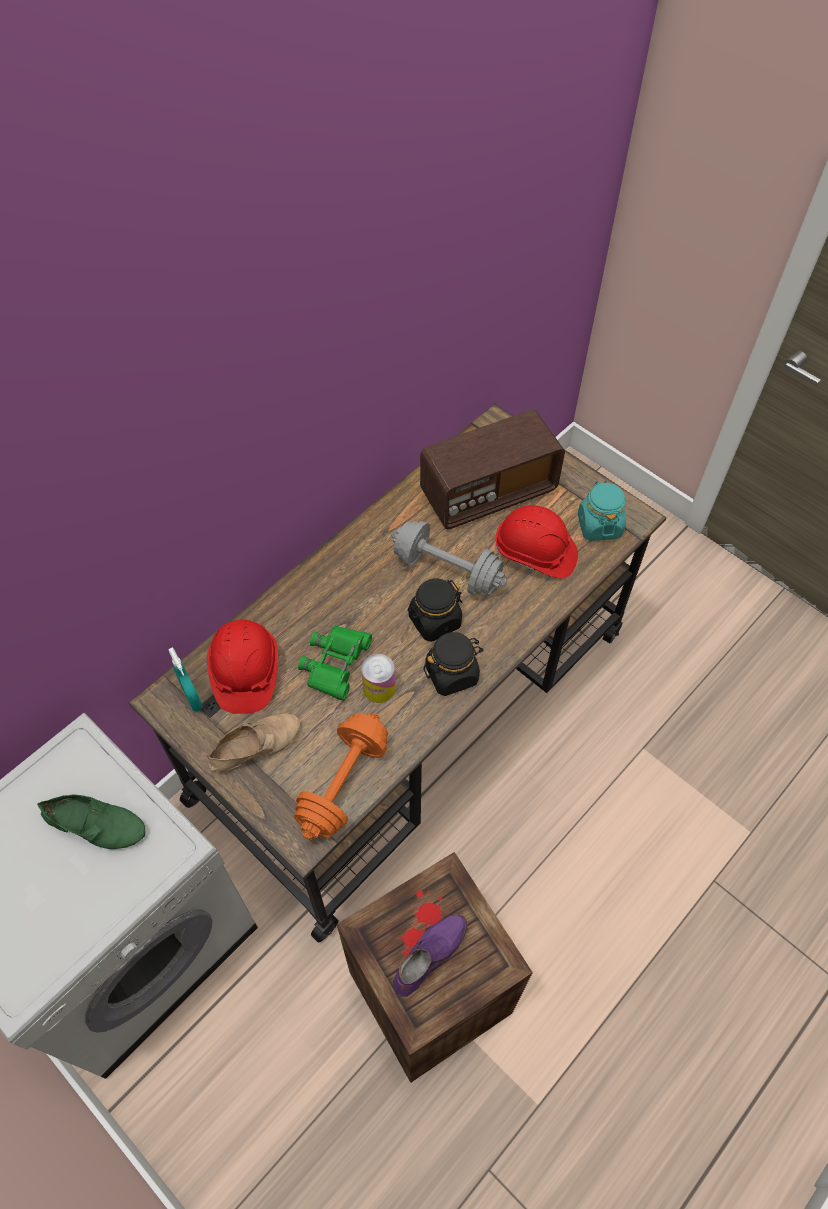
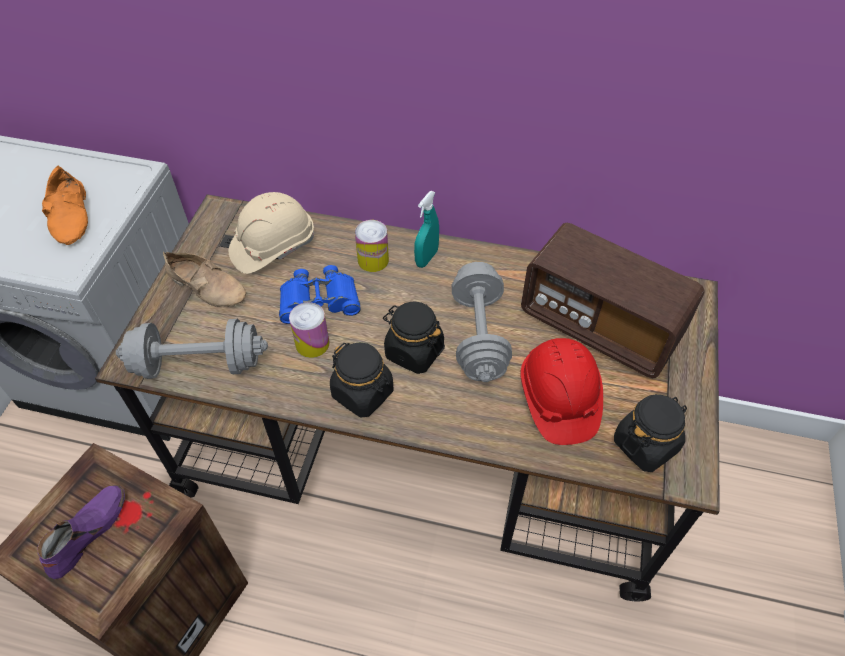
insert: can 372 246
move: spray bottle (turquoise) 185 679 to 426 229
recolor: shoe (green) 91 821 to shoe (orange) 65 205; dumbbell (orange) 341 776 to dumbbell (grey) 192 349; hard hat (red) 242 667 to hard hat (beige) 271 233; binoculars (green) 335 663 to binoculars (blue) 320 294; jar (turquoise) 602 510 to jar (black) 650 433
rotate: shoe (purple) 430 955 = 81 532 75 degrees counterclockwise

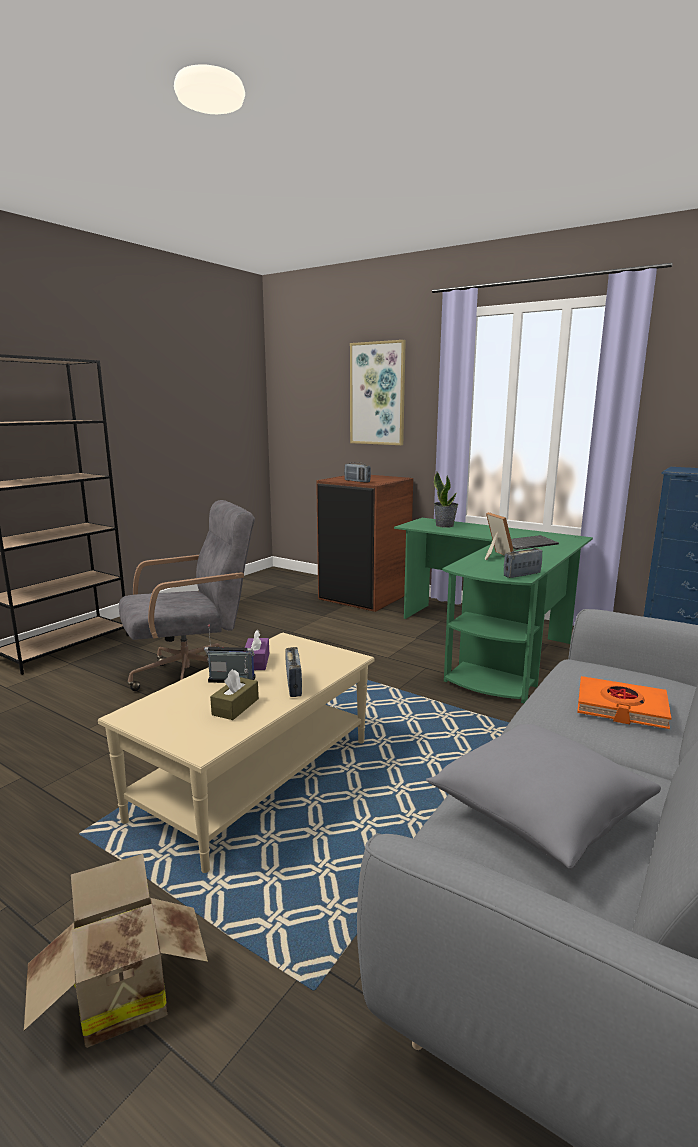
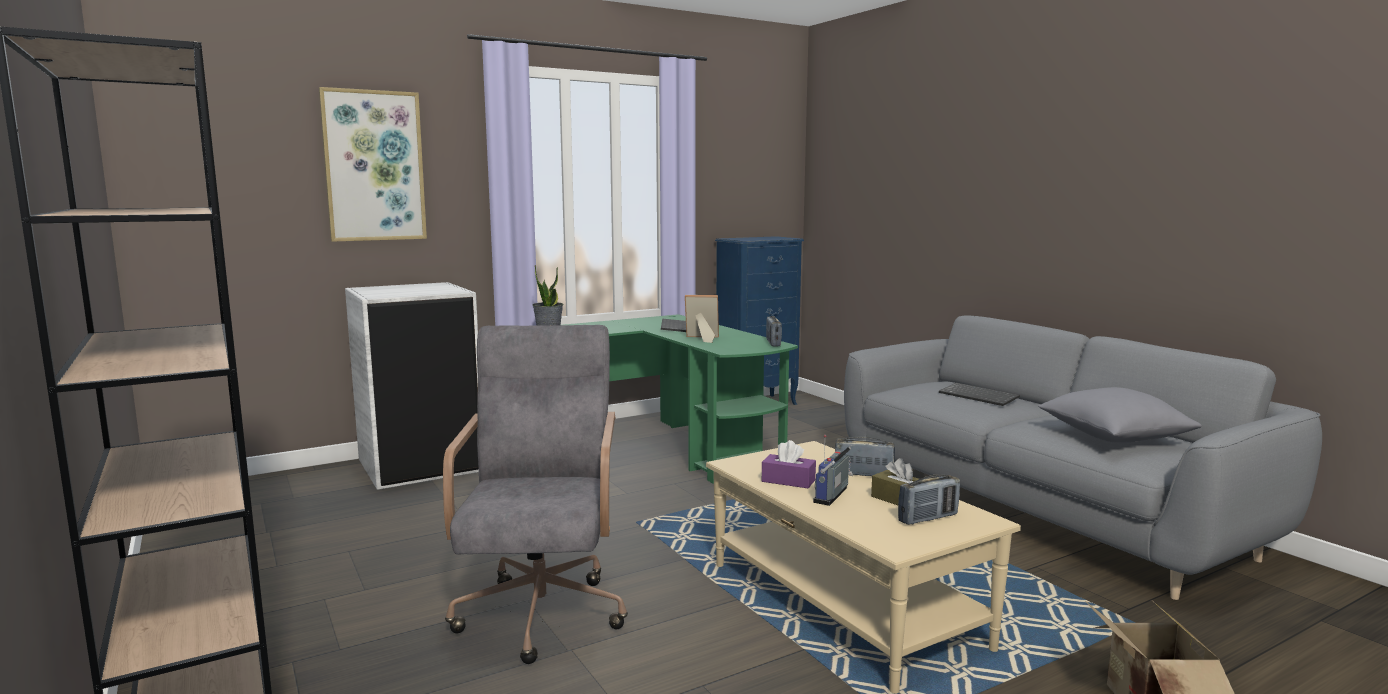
move: radio 357 472 to 929 500
replace: book (orange) 624 702 to keyboard 979 394
recolor: cabinet (brown) 364 543 to cabinet (white) 412 386

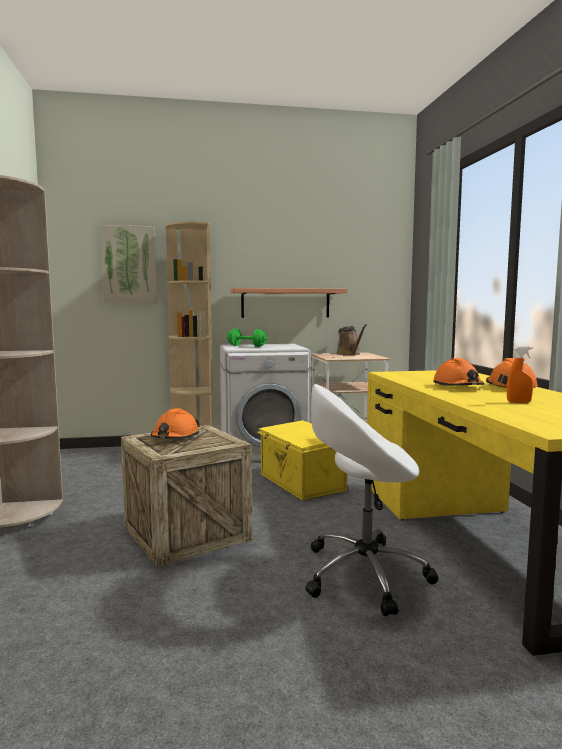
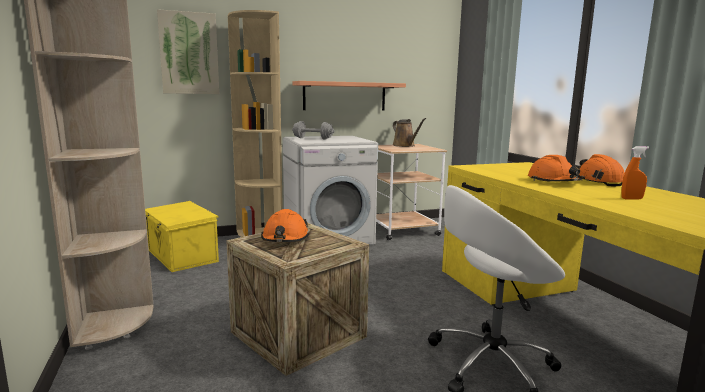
move: storage box (yellow) 302 460 to 182 236
recolor: dumbbell (green) 247 337 to dumbbell (grey) 313 130

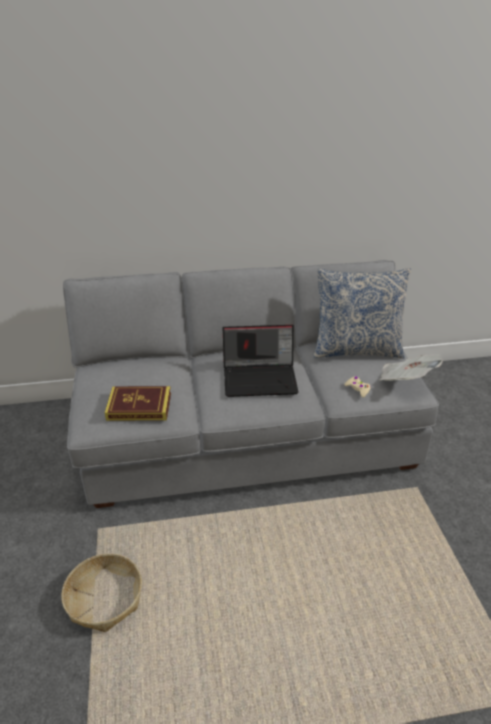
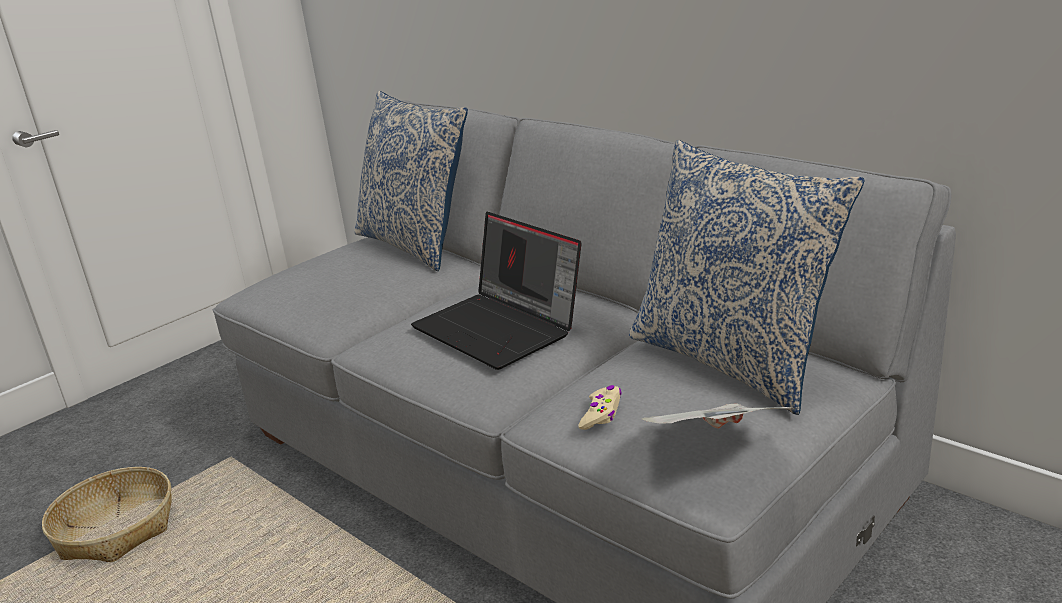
delete: book 138 403
insert: pillow 411 181

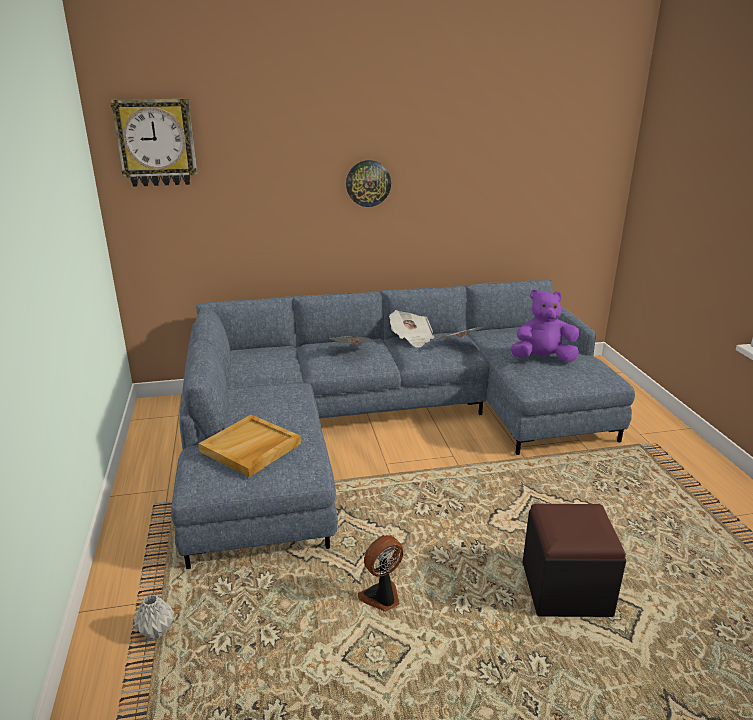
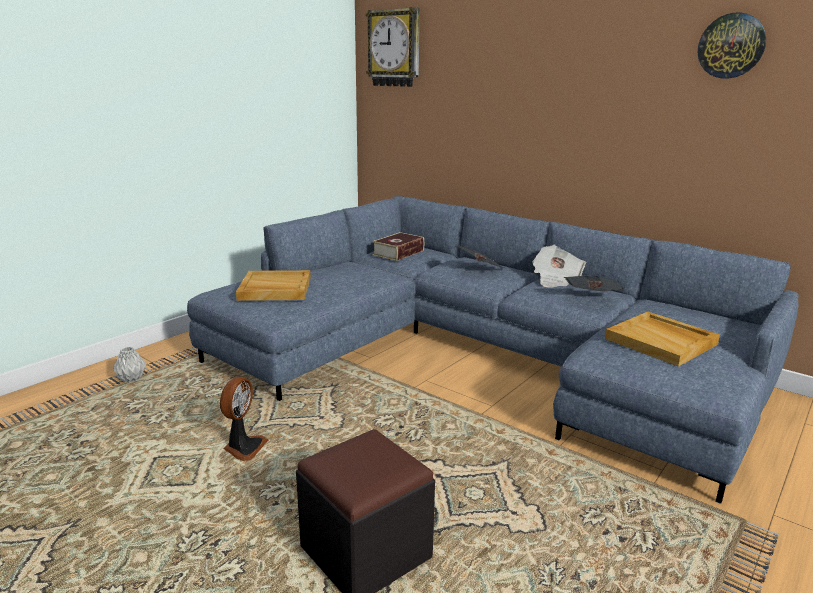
insert: book 398 246
move: wall clock 368 183 to 732 45
replace: plush toy (purple) 544 326 to tray (beige) 662 339
rotate: fan 380 573 = 244 419 90 degrees clockwise

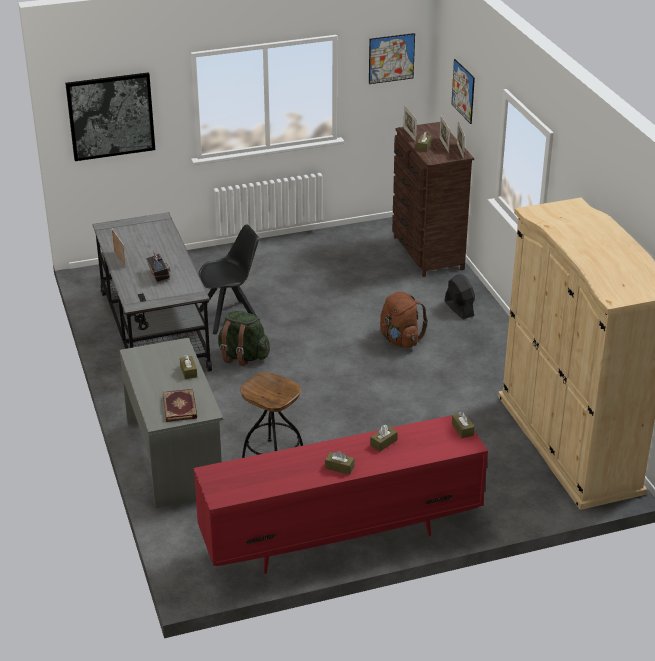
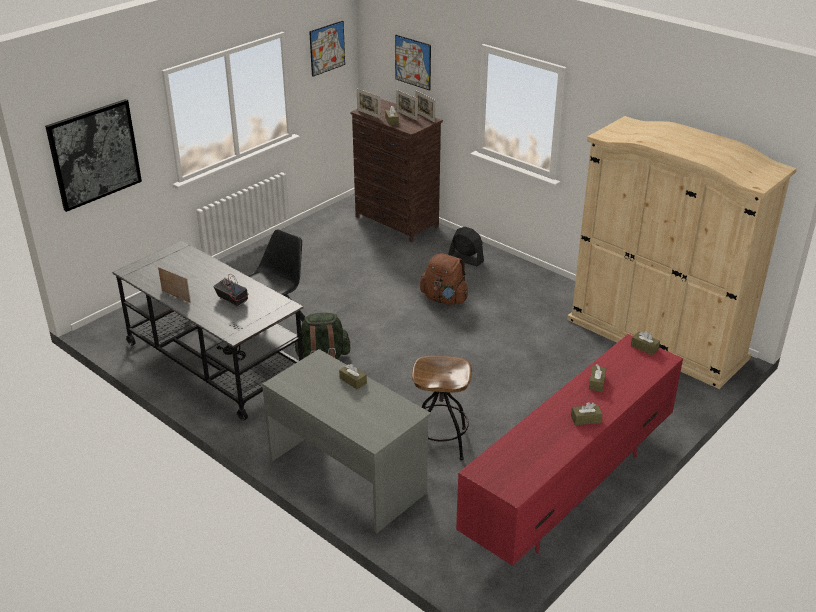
delete: book 179 405

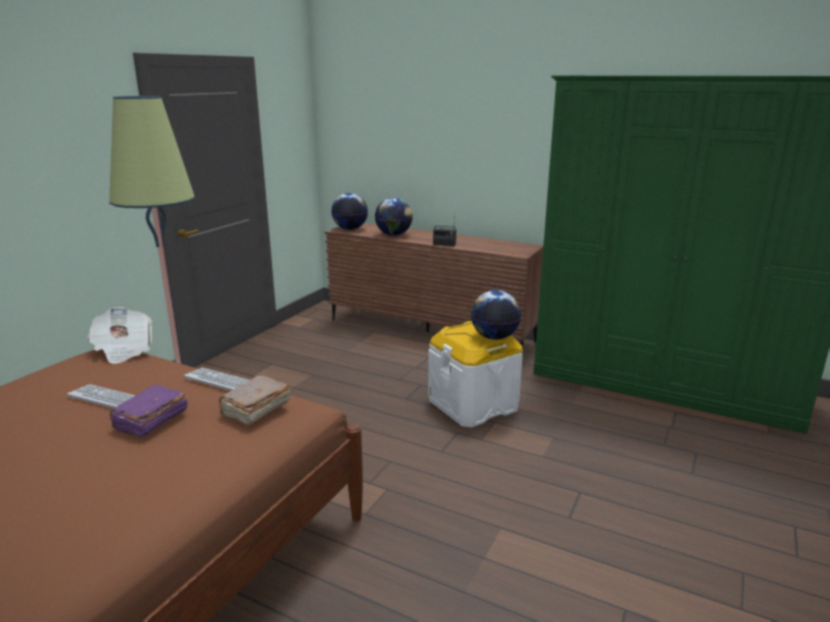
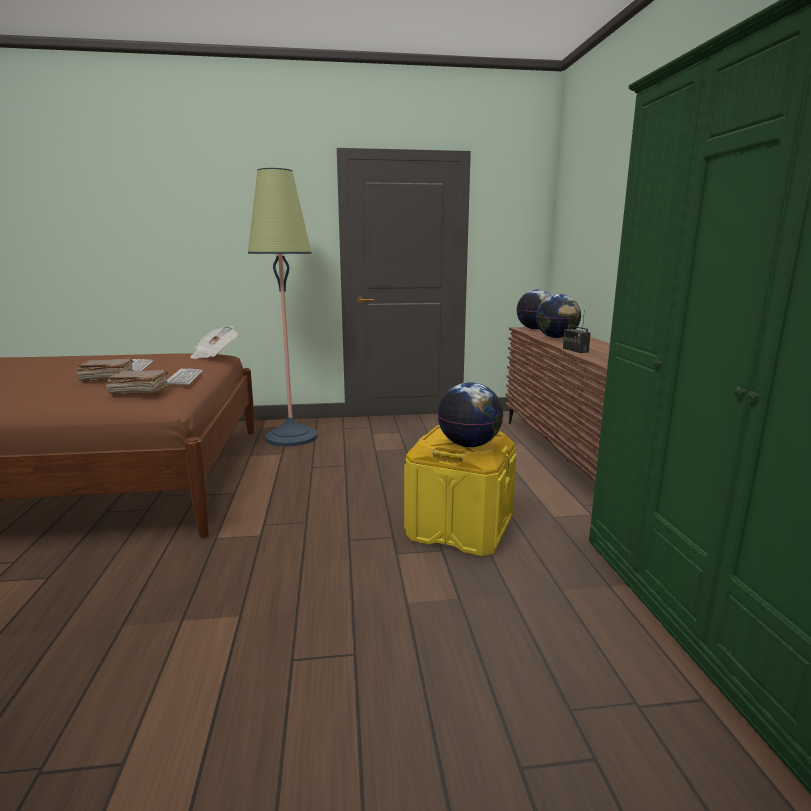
recolor: book (purple) 149 412 to book (brown) 105 370; storage box (white) 475 374 to storage box (yellow) 460 490

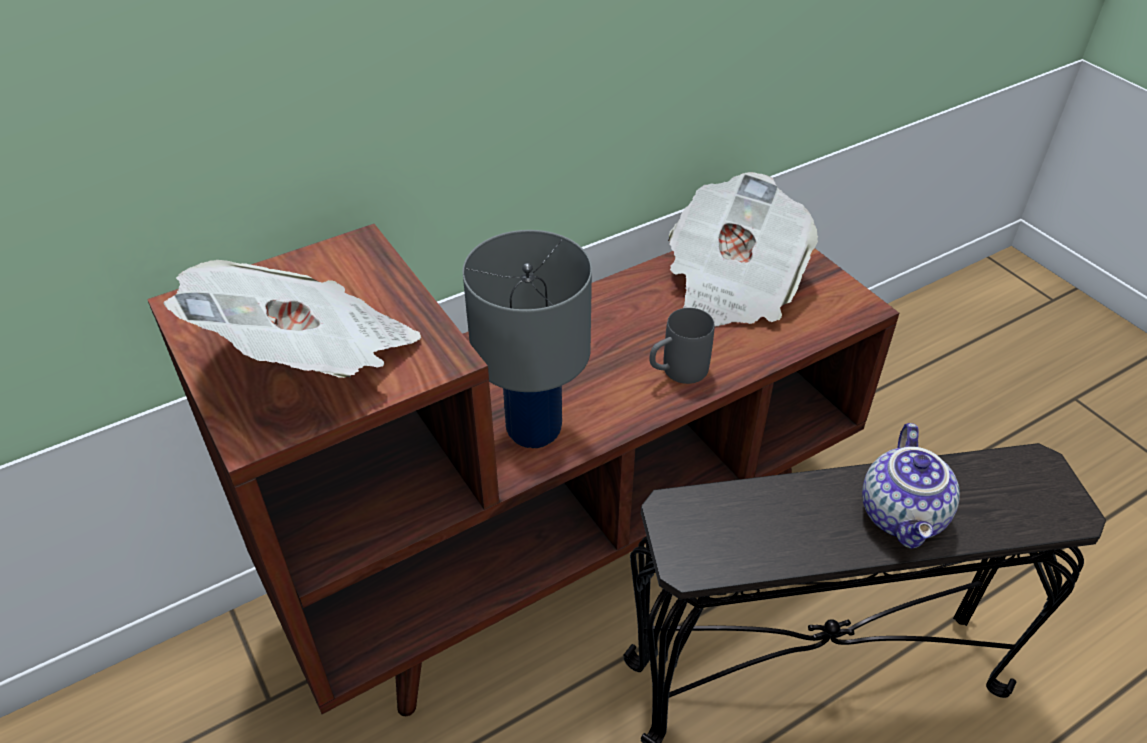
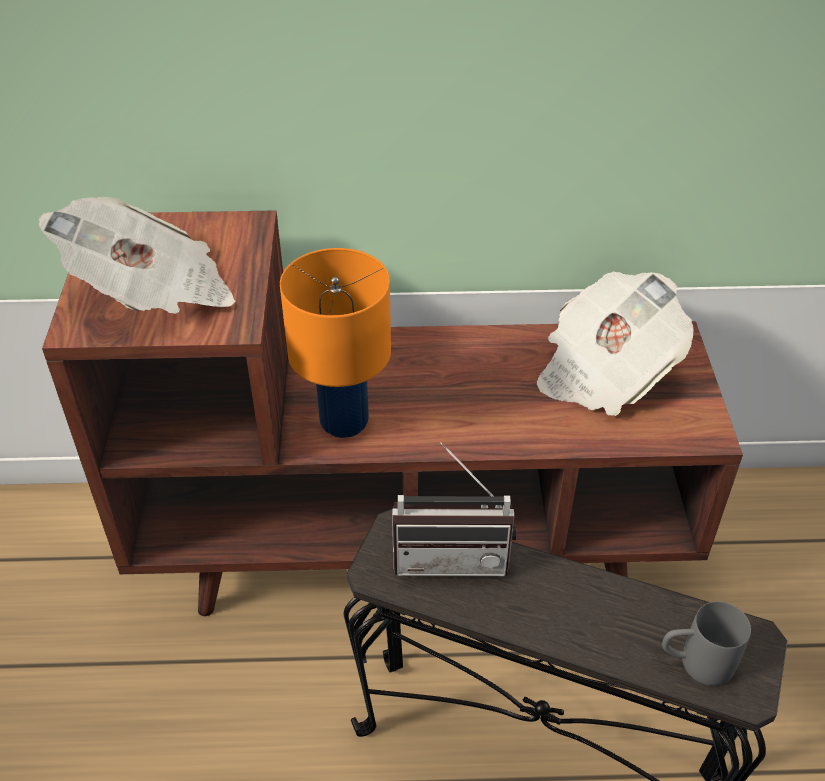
delete: teapot 911 486
insert: radio 454 509
move: mug (grey) 682 346 to 706 643
recolor: table lamp (grey) 527 339 to table lamp (orange) 335 343

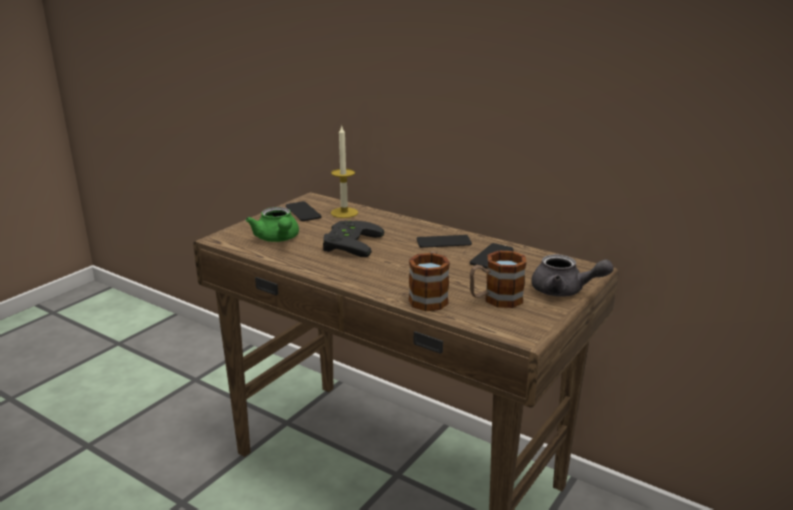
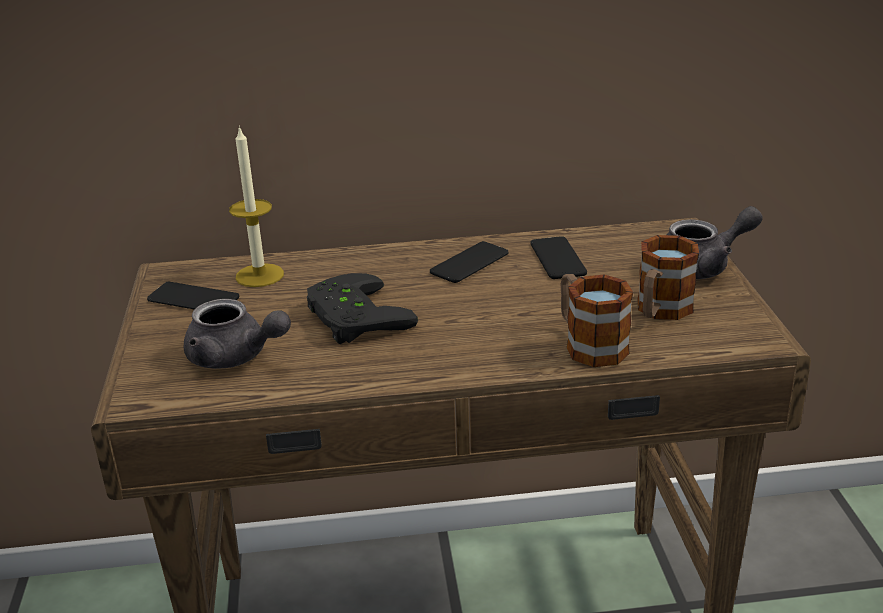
recolor: teapot (green) 272 224 to teapot (grey) 237 334

